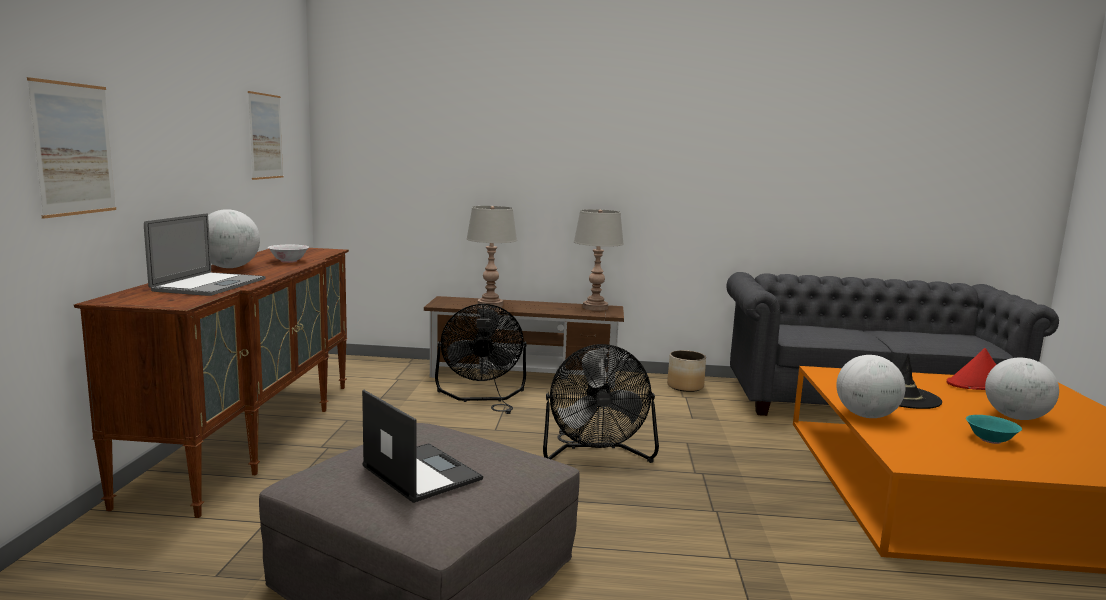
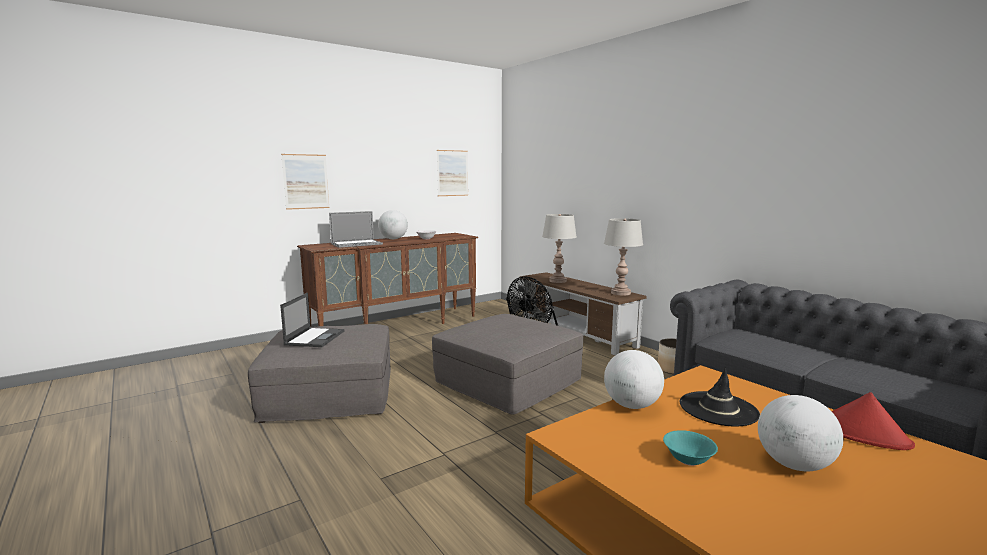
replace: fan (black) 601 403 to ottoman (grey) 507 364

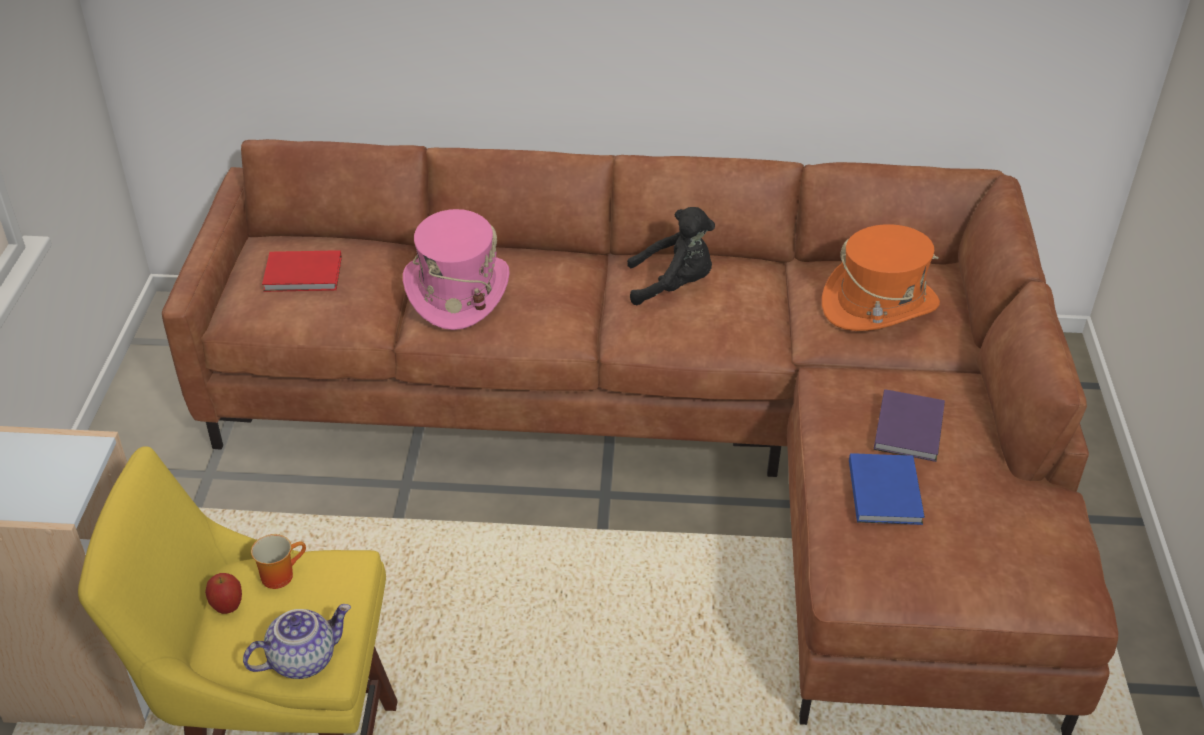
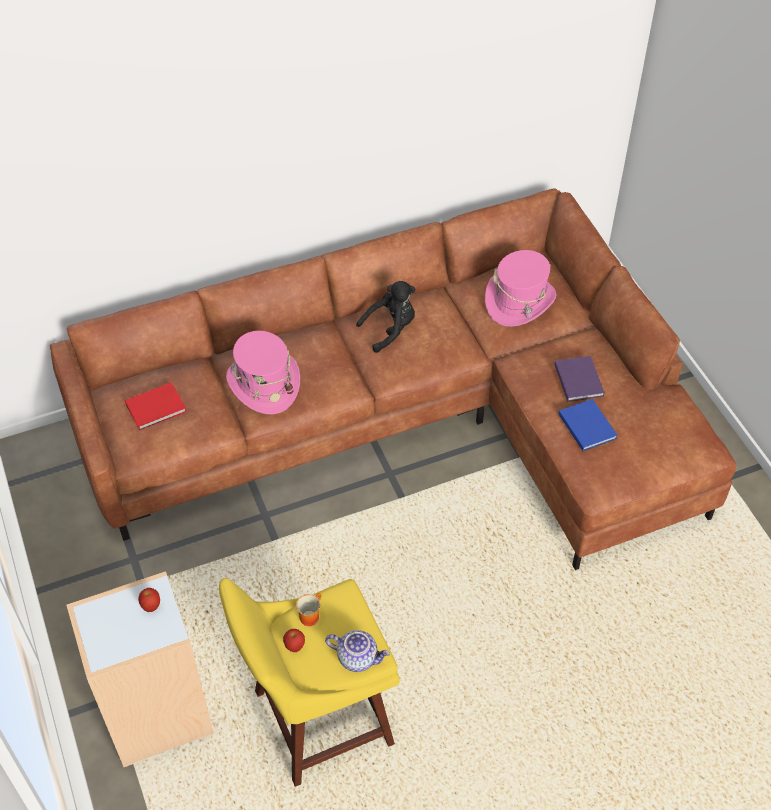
insert: apple 149 600
recolor: hat (orange) 881 277 to hat (pink) 520 288
rotate: teapot 297 641 = 357 651 75 degrees clockwise

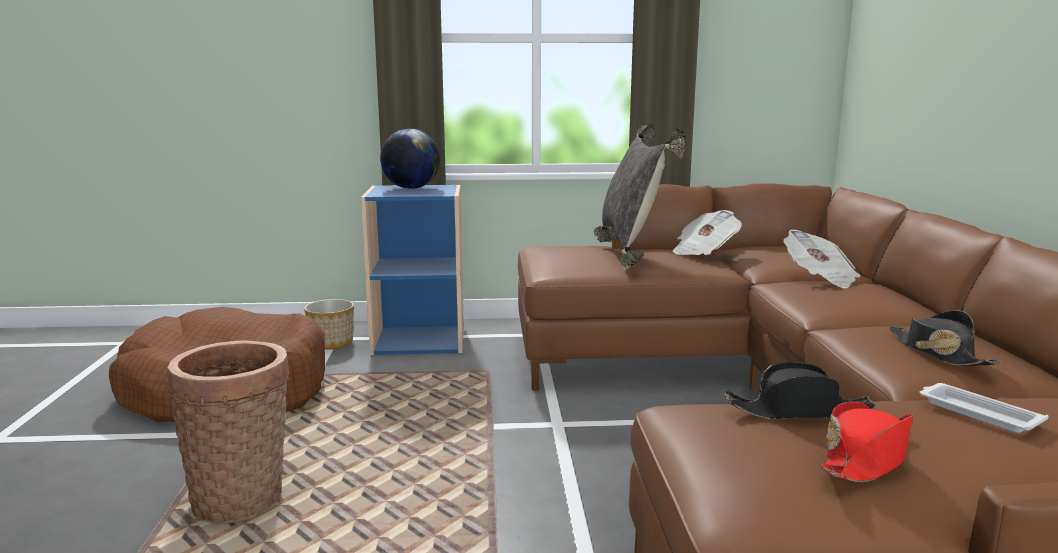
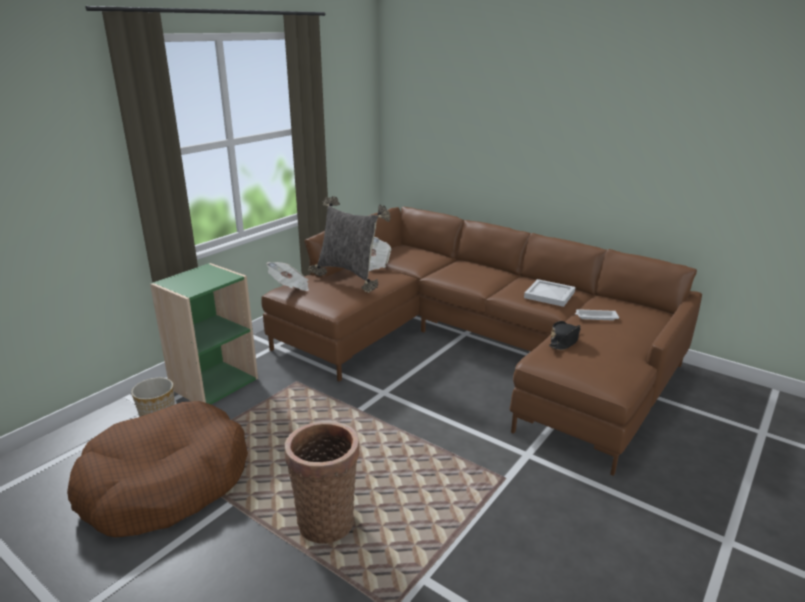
delete: globe 410 159; hat (red) 867 442
move: newspaper 822 259 to 287 276
replace: hat (black) 945 338 to tray (white) 550 293
recolor: bookcase (blue) 412 270 to bookcase (green) 204 333

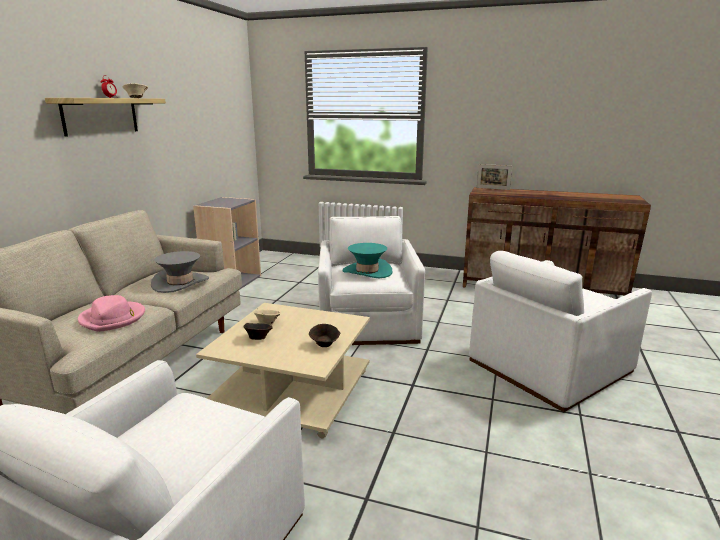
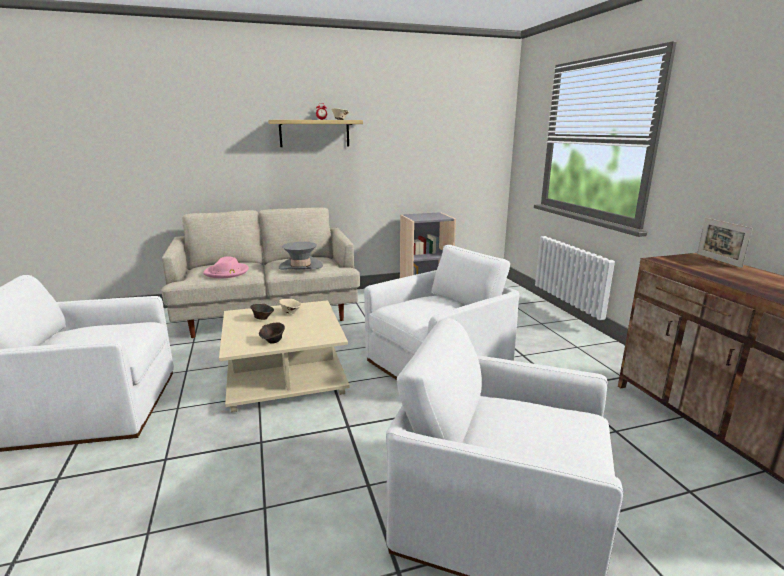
delete: hat (turquoise) 367 260

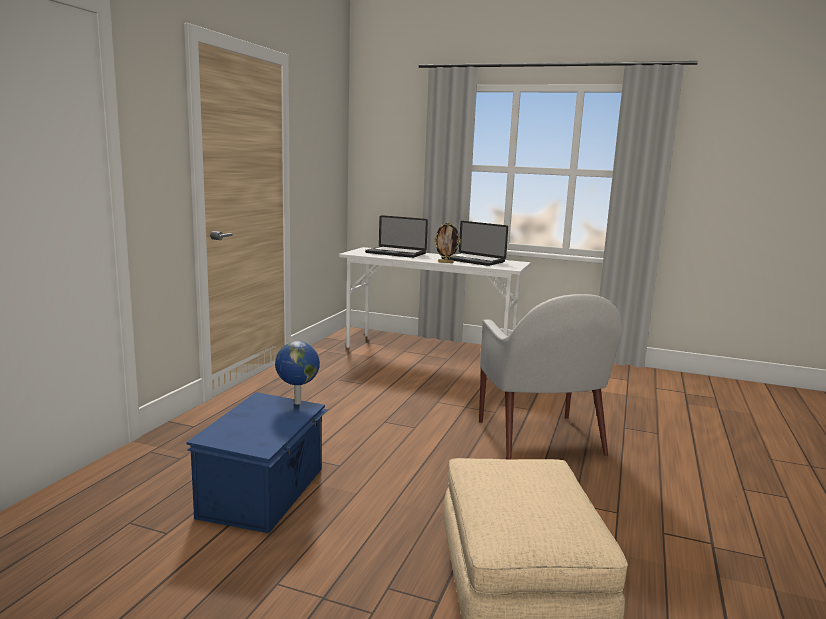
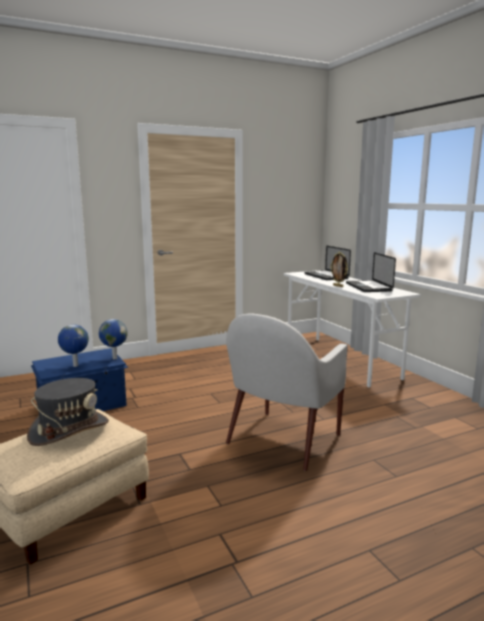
insert: hat (grey) 68 412; globe 73 346

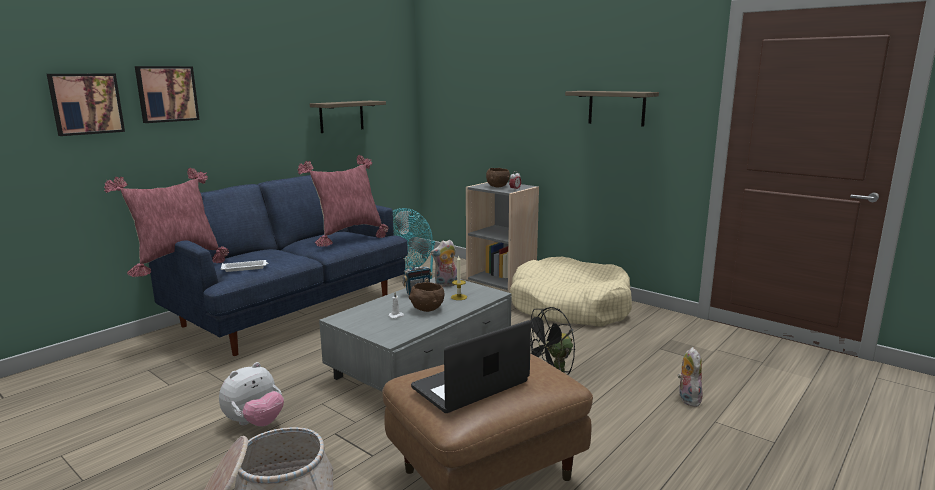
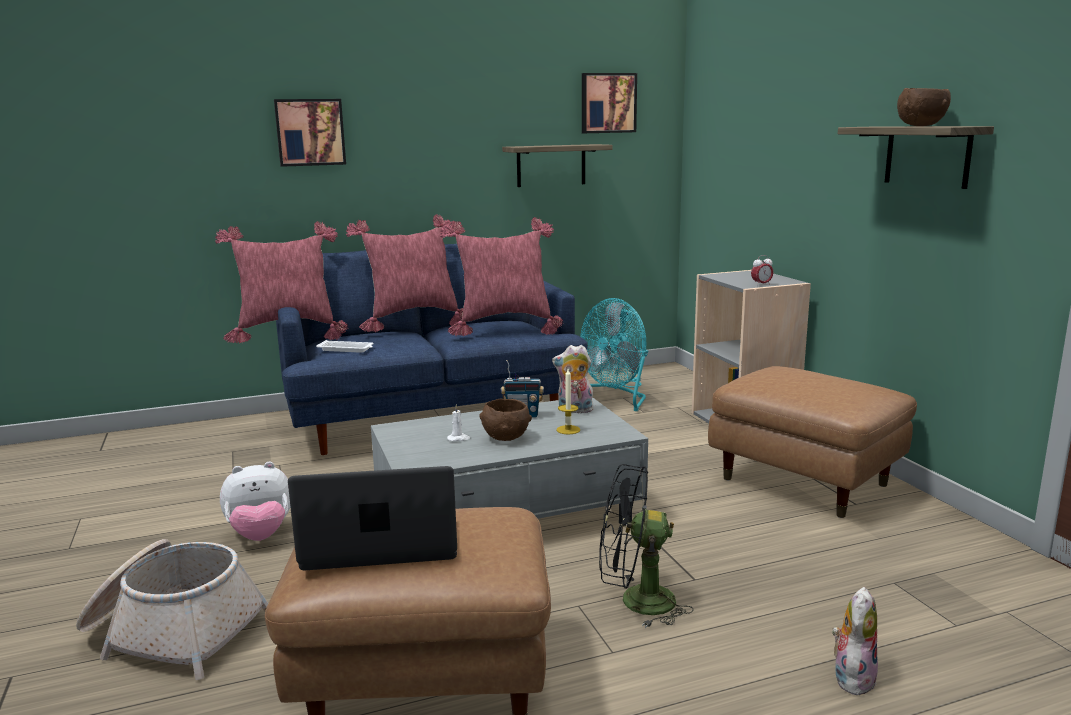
insert: pillow (red) 404 273
move: picture 86 105 to 609 103; bowl (brown) 498 177 to 924 107
replace: dog bed (beige) 571 292 to ottoman (brown) 812 442

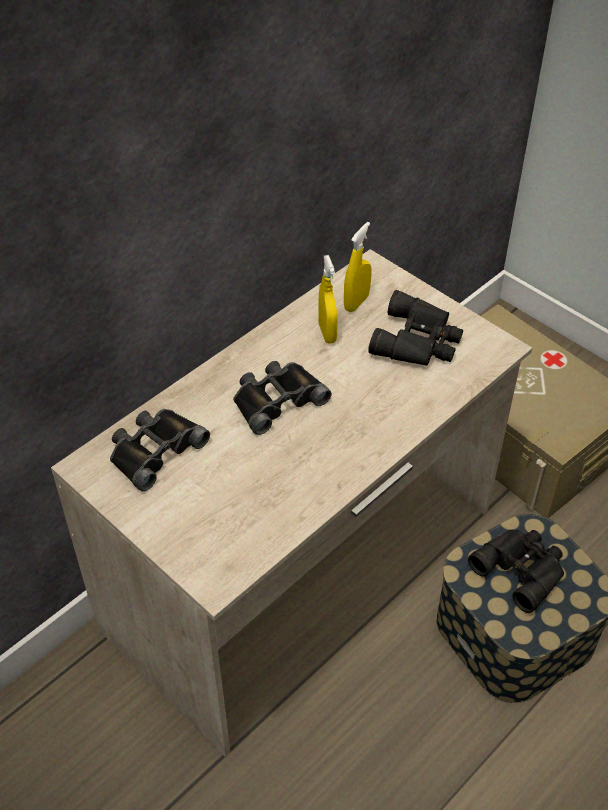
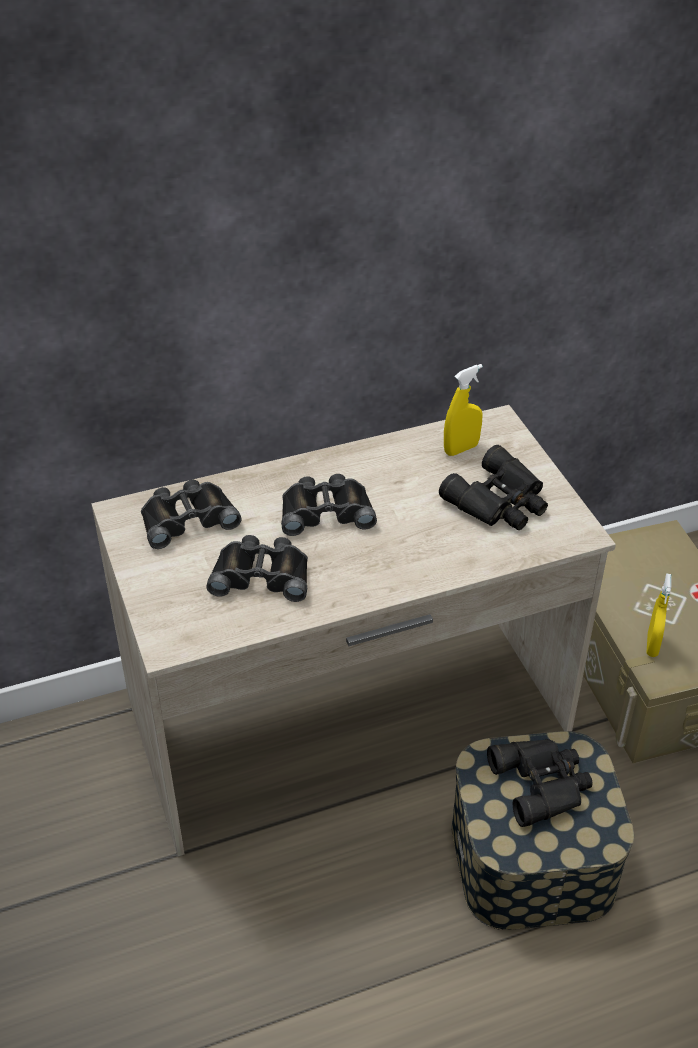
insert: binoculars (black) 257 568
move: spray bottle (yellow) 328 299 to 659 615

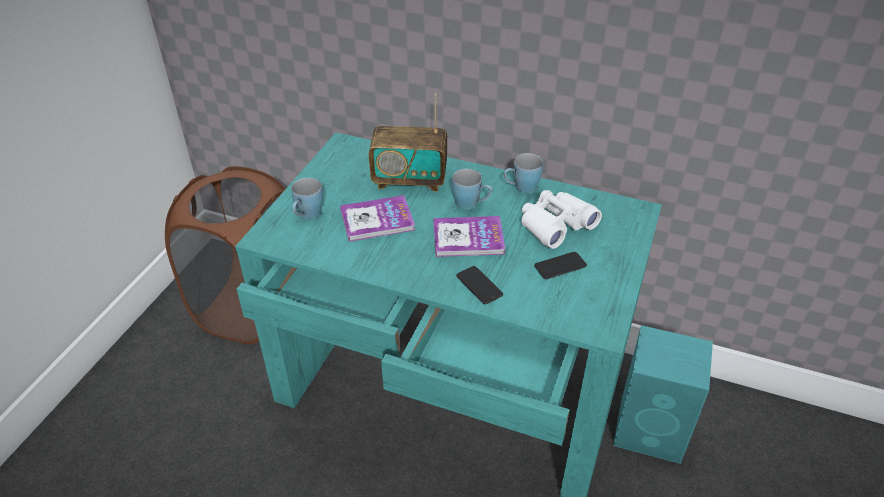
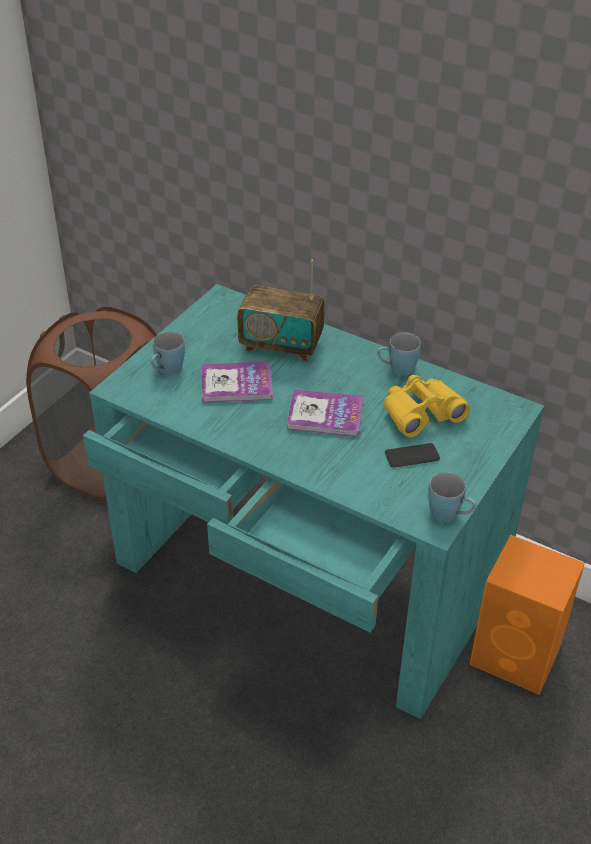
delete: phone 479 285
move: mug (blue) 472 189 to 452 497
recolor: binoculars (white) 561 219 to binoculars (yellow) 426 406; speaker (turquoise) 663 394 to speaker (orange) 527 615

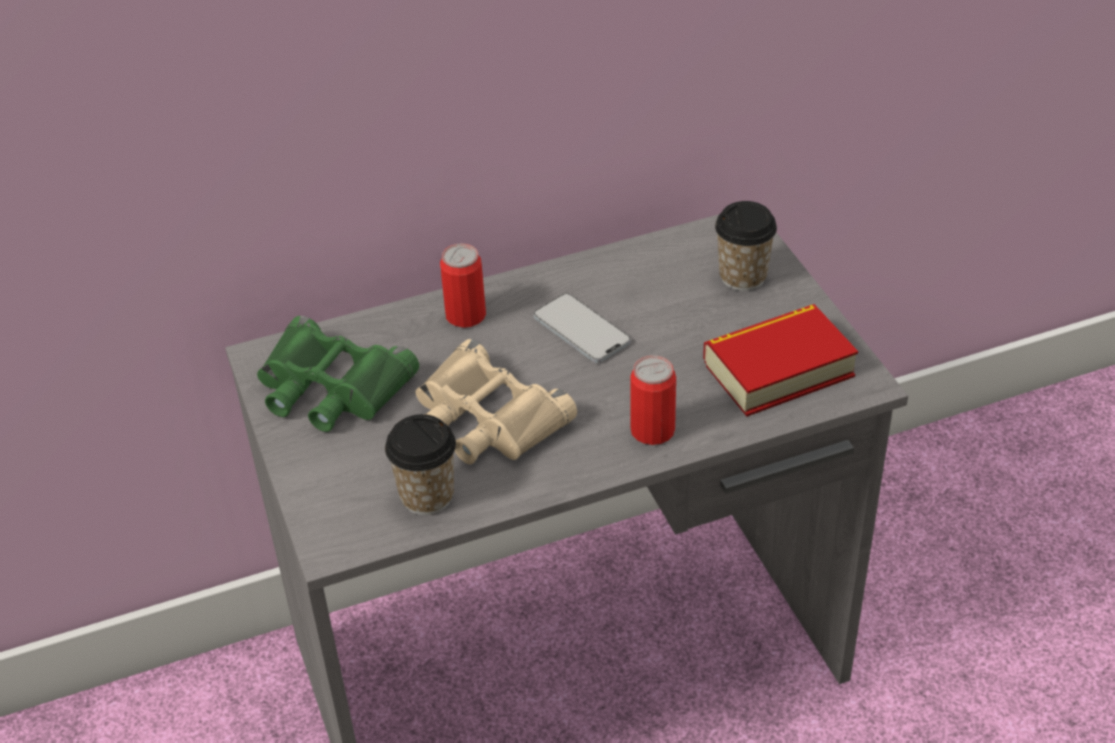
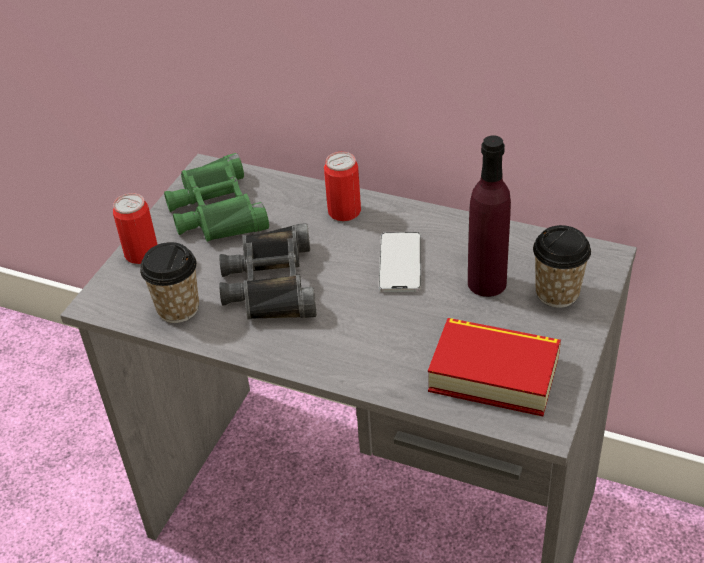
insert: bottle (purple) 489 216
move: can 653 400 to 135 228
recolor: binoculars (beige) 496 401 to binoculars (black) 268 271

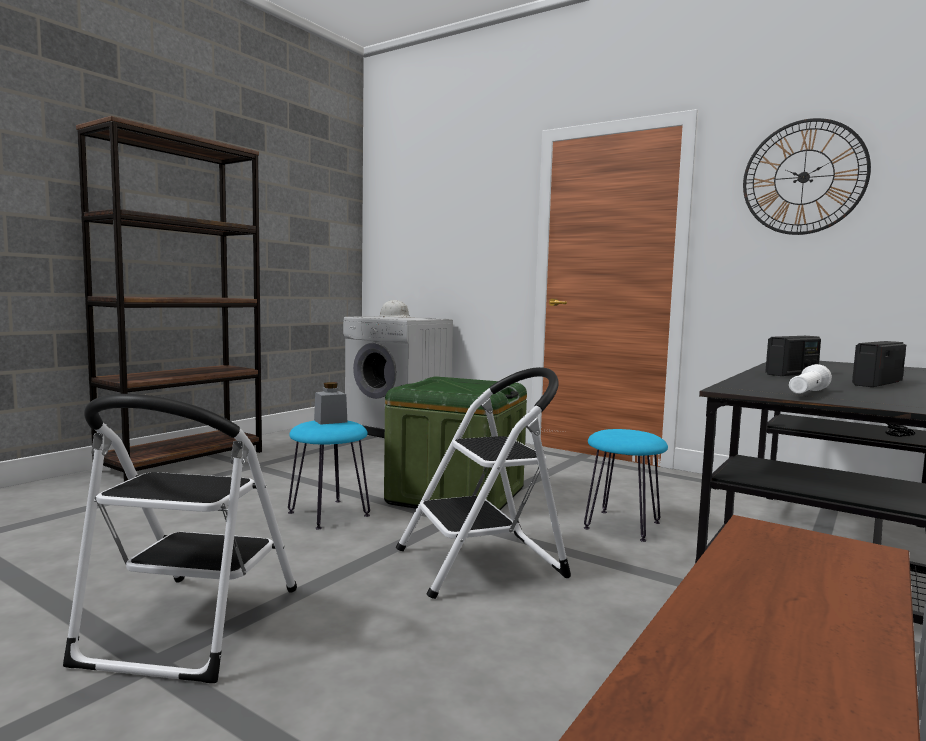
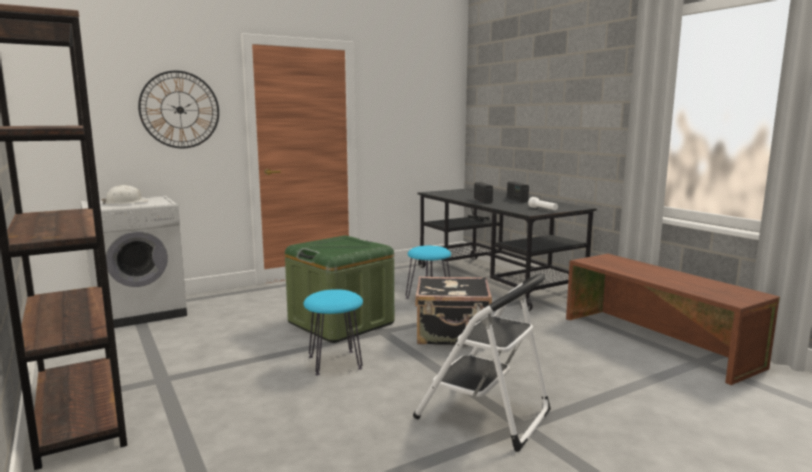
delete: jar (grey) 330 403
move: wall clock 807 176 to 178 110
replace: step ladder 483 483 to suitcase (black) 453 310

